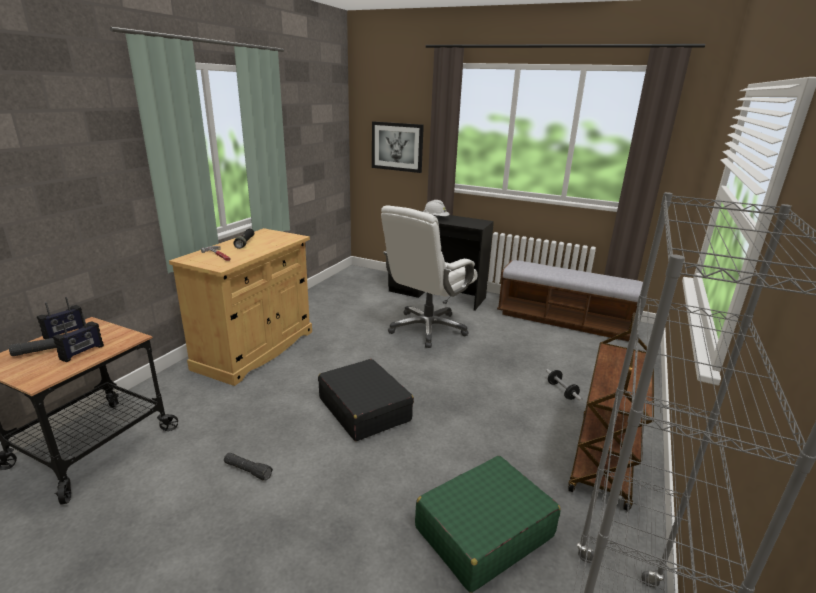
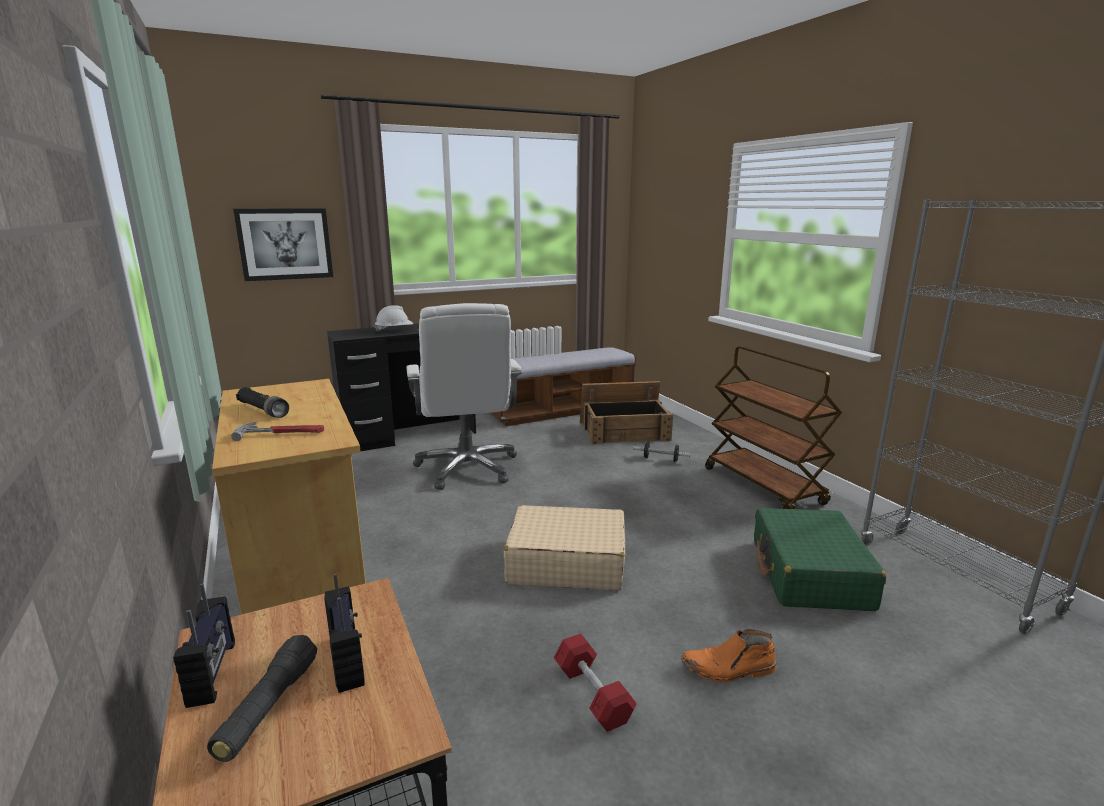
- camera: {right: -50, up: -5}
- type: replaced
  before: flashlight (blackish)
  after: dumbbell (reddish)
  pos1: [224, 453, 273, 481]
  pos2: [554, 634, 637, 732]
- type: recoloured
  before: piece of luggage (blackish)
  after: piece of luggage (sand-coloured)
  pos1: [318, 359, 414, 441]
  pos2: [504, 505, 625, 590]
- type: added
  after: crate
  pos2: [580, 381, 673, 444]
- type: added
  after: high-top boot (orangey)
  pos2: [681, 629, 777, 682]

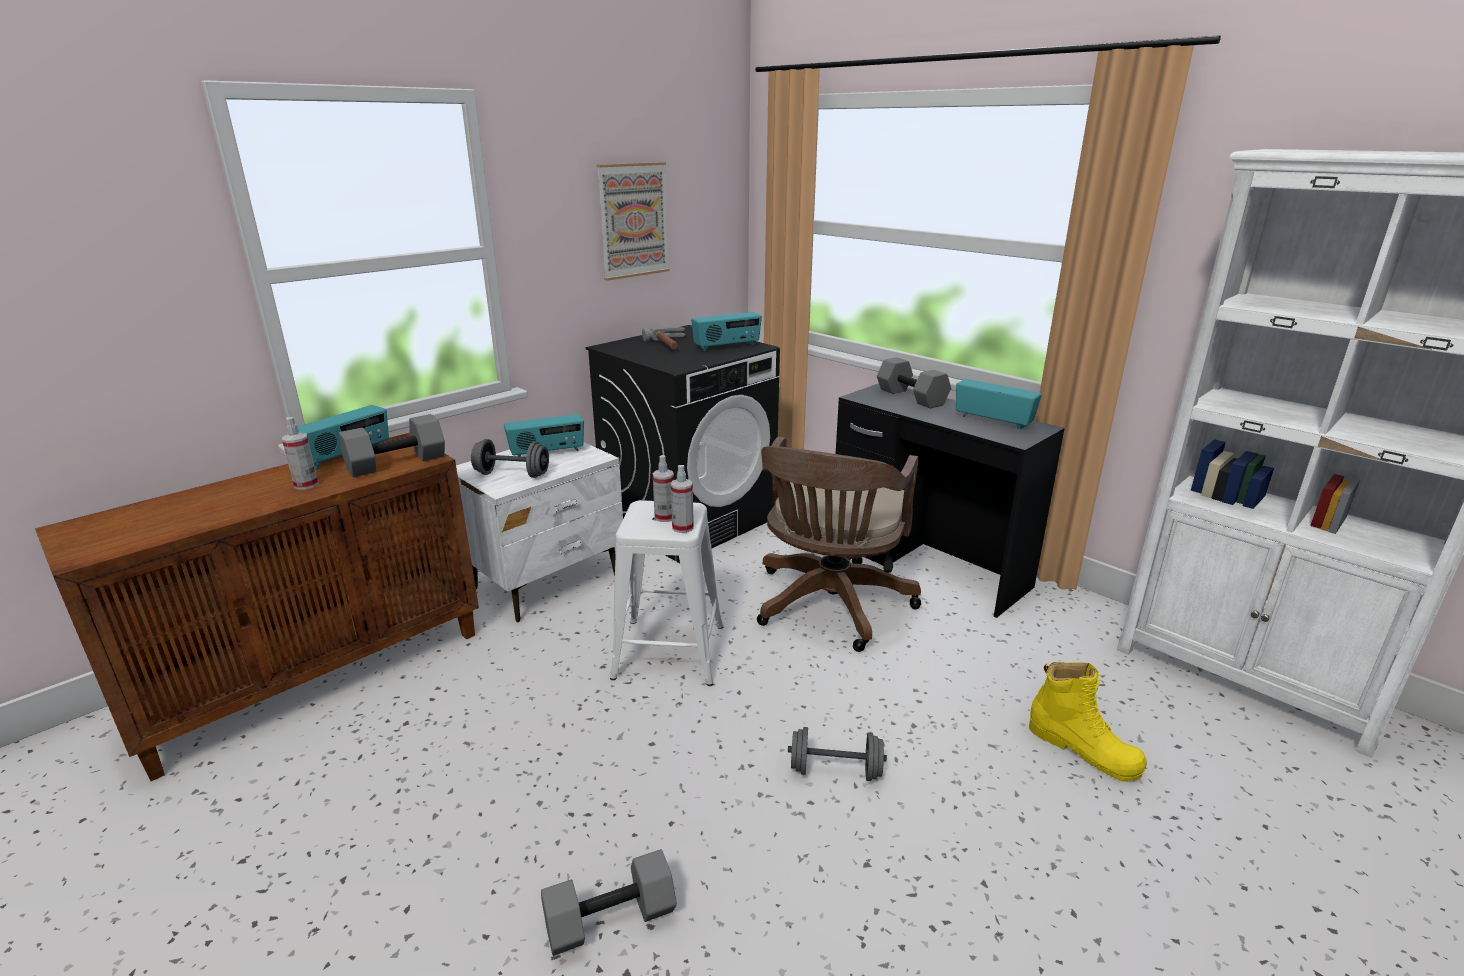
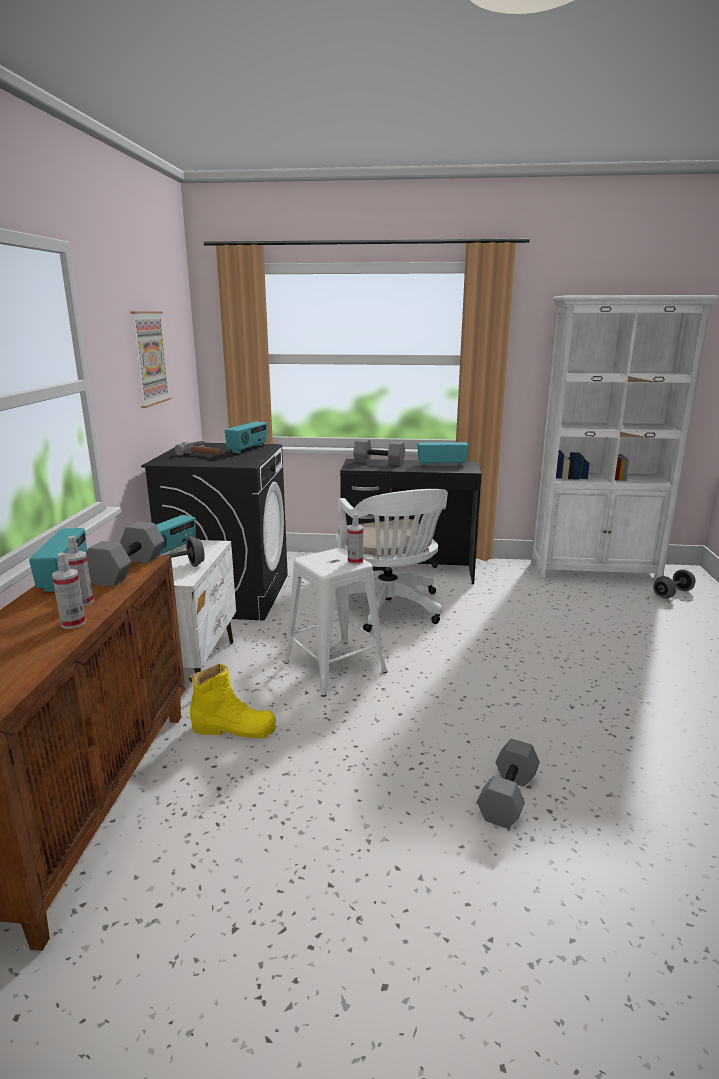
- camera: {right: -40, up: -5}
- type: moved
  before: hand sprayer
  pos1: [653, 455, 674, 522]
  pos2: [52, 553, 86, 629]
- type: recoloured
  before: computer chair (brown-coloured)
  after: computer chair (white)
  pos1: [757, 437, 921, 652]
  pos2: [335, 489, 448, 632]
- type: moved
  before: dumbbell (greyish)
  pos1: [788, 727, 887, 781]
  pos2: [653, 569, 696, 599]
- type: moved
  before: high-top boot (yellow-coloured)
  pos1: [1029, 662, 1147, 782]
  pos2: [189, 664, 276, 738]

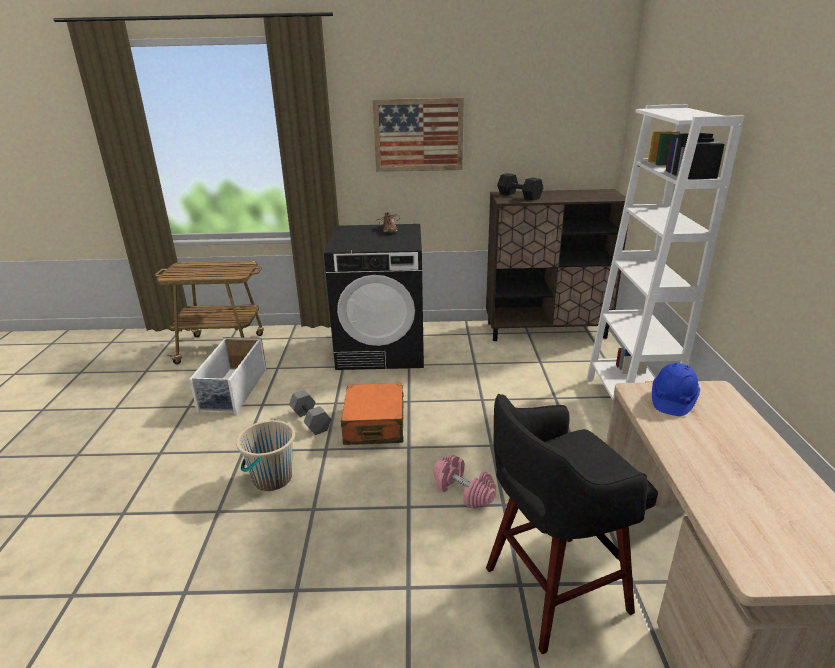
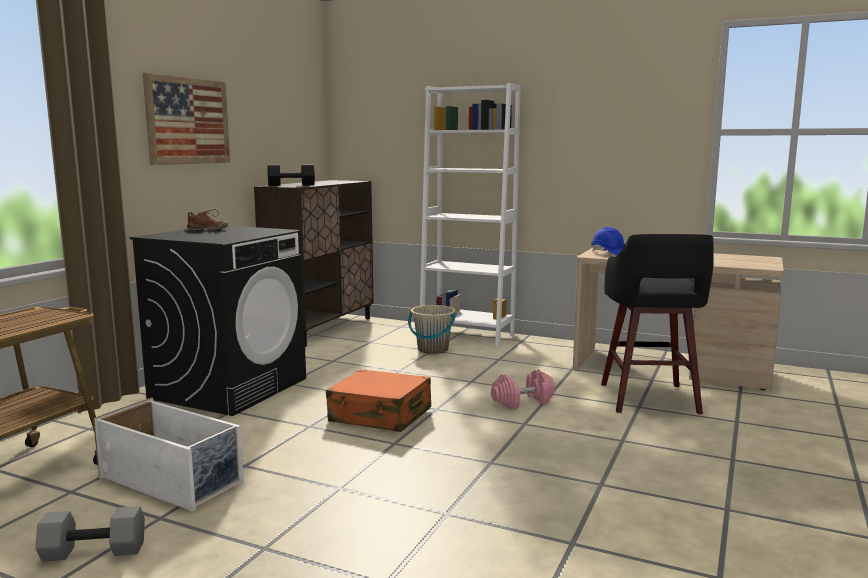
- camera: {right: -65, up: -15}
- type: moved
  before: bucket (sand-coloured)
  pos1: [236, 419, 295, 491]
  pos2: [408, 305, 457, 354]
- type: moved
  before: dumbbell (greyish)
  pos1: [289, 390, 331, 435]
  pos2: [35, 506, 145, 562]

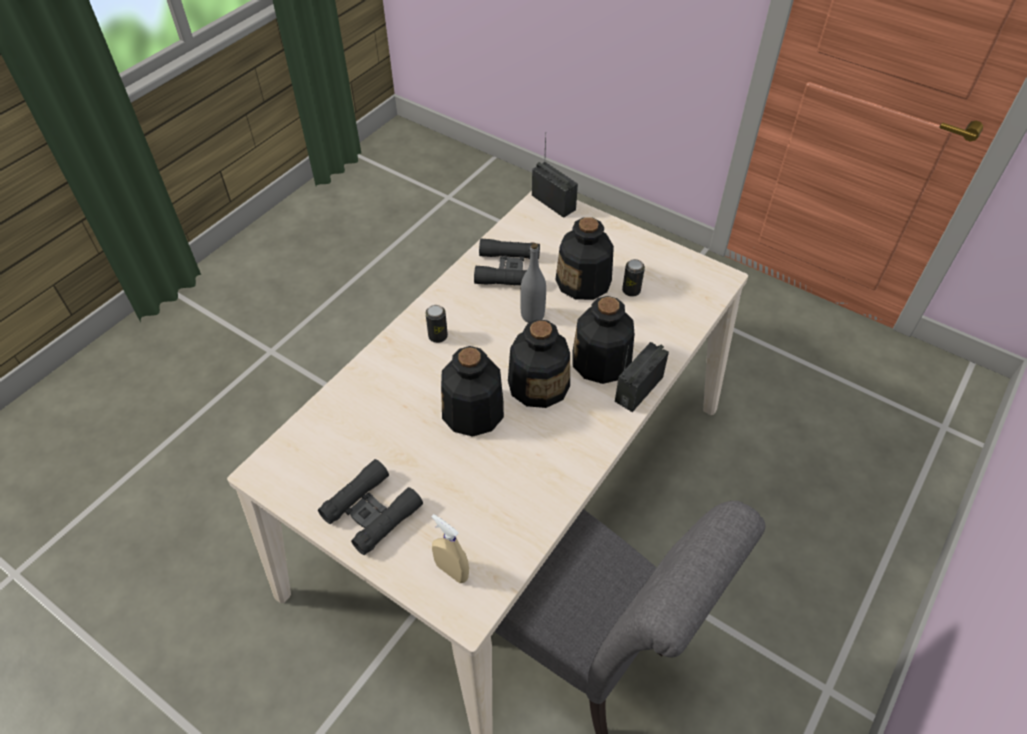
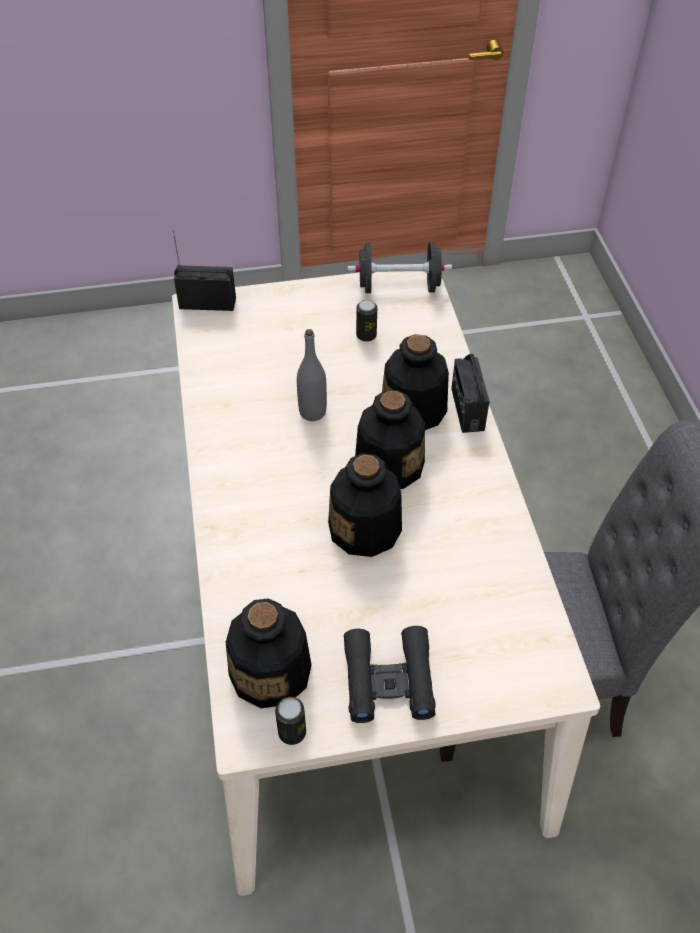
- camera: {right: -45, up: 0}
- type: moved
  before: metal can
  pos1: [426, 305, 448, 343]
  pos2: [275, 697, 306, 745]
- type: removed
  before: hand sprayer (sand-coloured)
  pos1: [431, 514, 469, 583]
- type: removed
  before: pair of binoculars (blackish)
  pos1: [474, 239, 540, 285]
- type: moved
  before: beverage bottle
  pos1: [555, 217, 614, 300]
  pos2: [226, 598, 312, 708]
- type: added
  after: dumbbell (blackish)
  pos2: [348, 242, 452, 293]

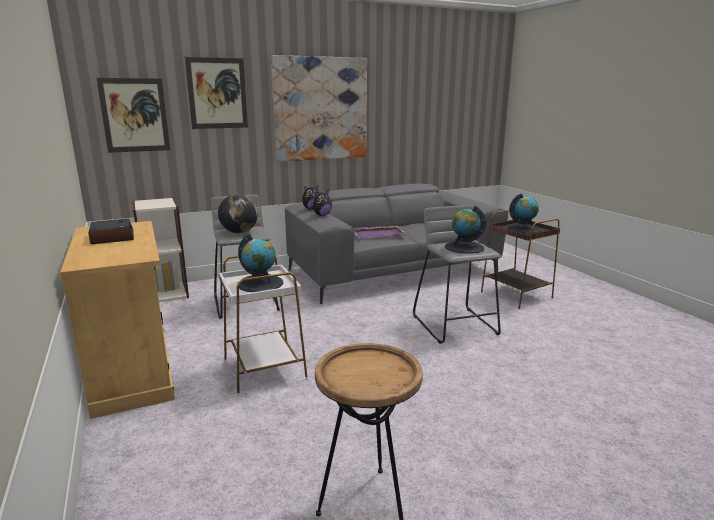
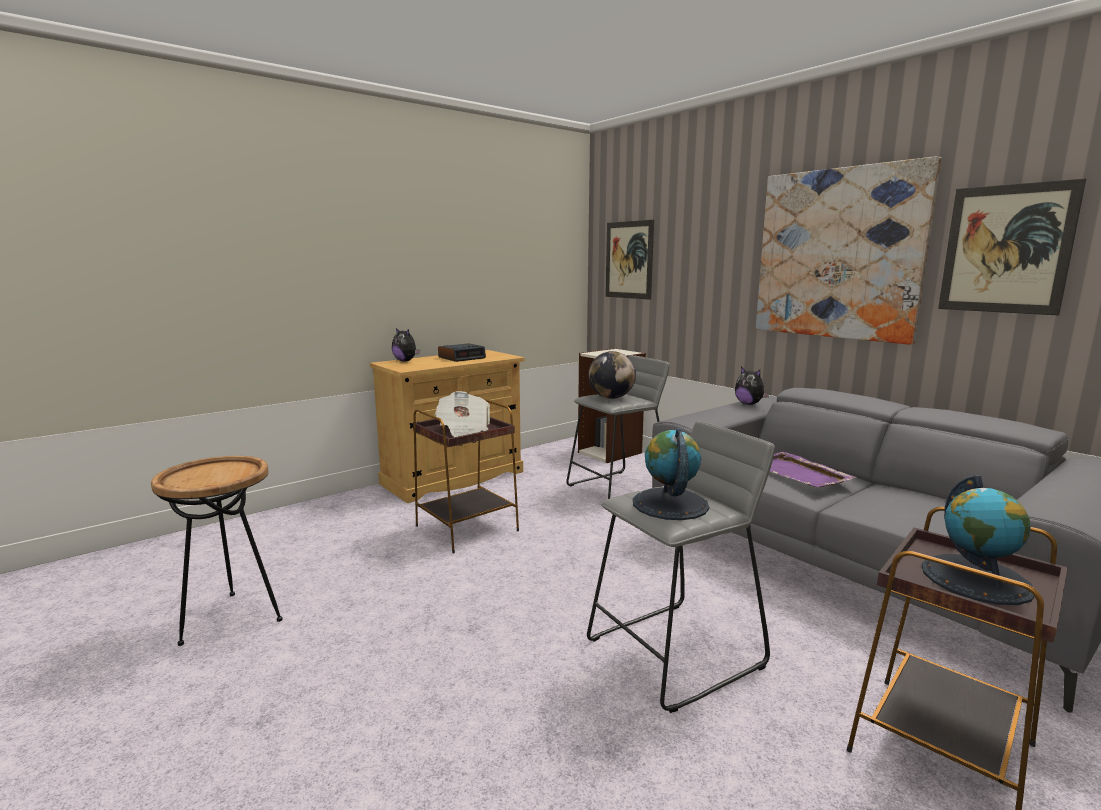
- camera: {right: 75, up: -5}
- type: moved
  before: wall art
  pos1: [185, 57, 248, 129]
  pos2: [938, 179, 1086, 316]
- type: recoloured
  before: accent table (white)
  after: accent table (brown-coloured)
  pos1: [219, 256, 308, 396]
  pos2: [413, 398, 519, 553]
- type: replaced
  before: globe
  after: daily paper
  pos1: [237, 234, 283, 292]
  pos2: [435, 391, 490, 437]
- type: moved
  before: plush toy
  pos1: [311, 190, 332, 216]
  pos2: [392, 328, 420, 362]

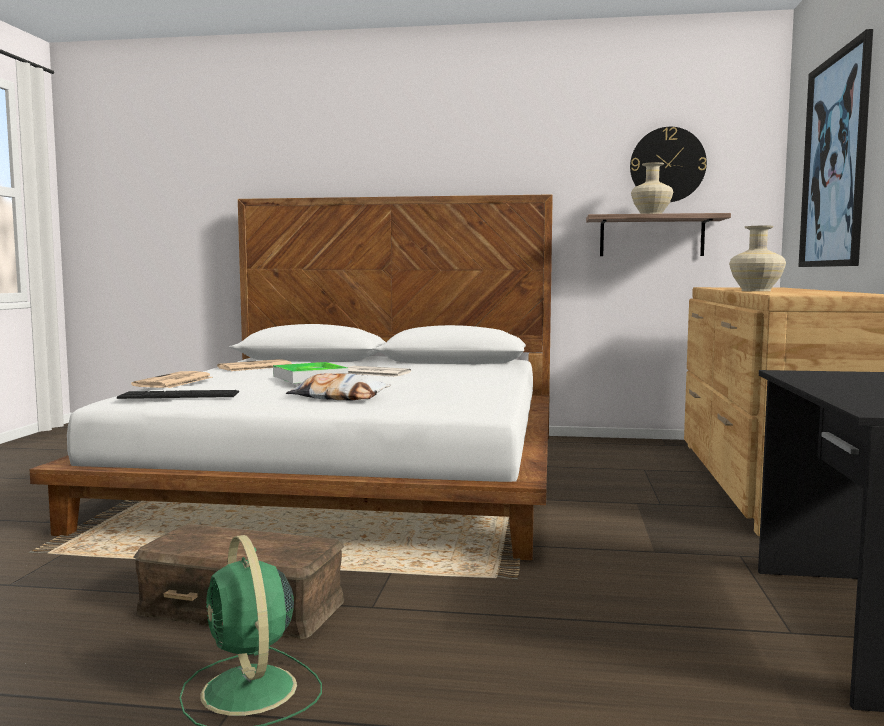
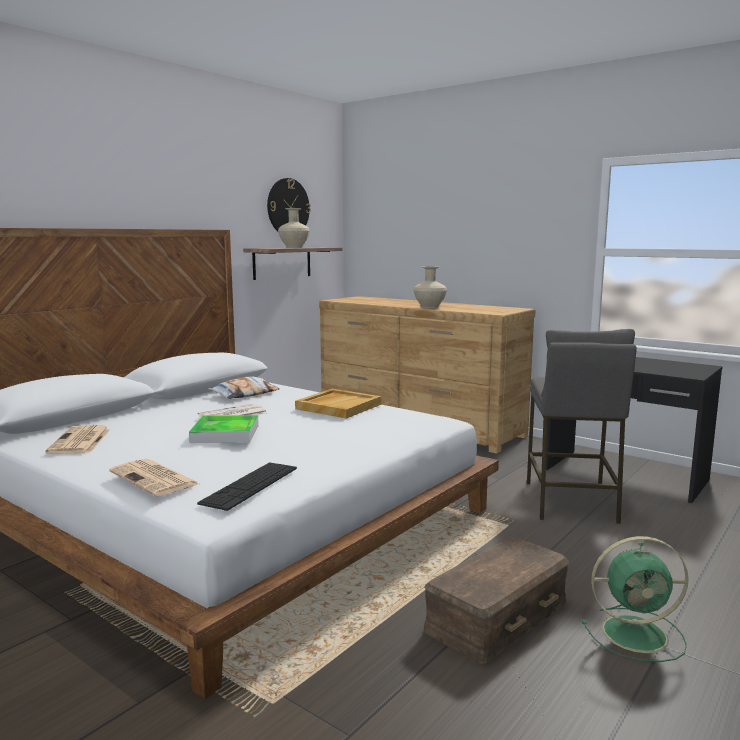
- camera: {right: -60, up: 5}
- type: moved
  before: throw pillow
  pos1: [286, 373, 390, 400]
  pos2: [208, 377, 279, 399]
- type: removed
  before: wall art
  pos1: [798, 29, 873, 267]
- type: added
  after: tray (sand-coloured)
  pos2: [295, 389, 381, 419]
- type: added
  after: sitting stool (greyish)
  pos2: [527, 329, 637, 524]

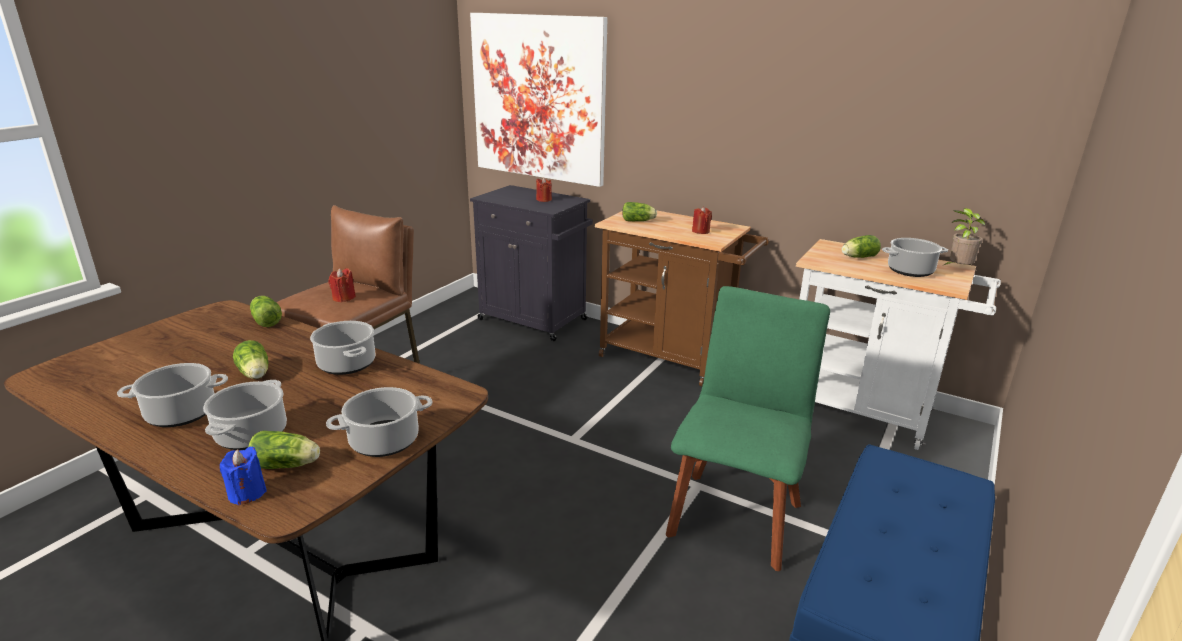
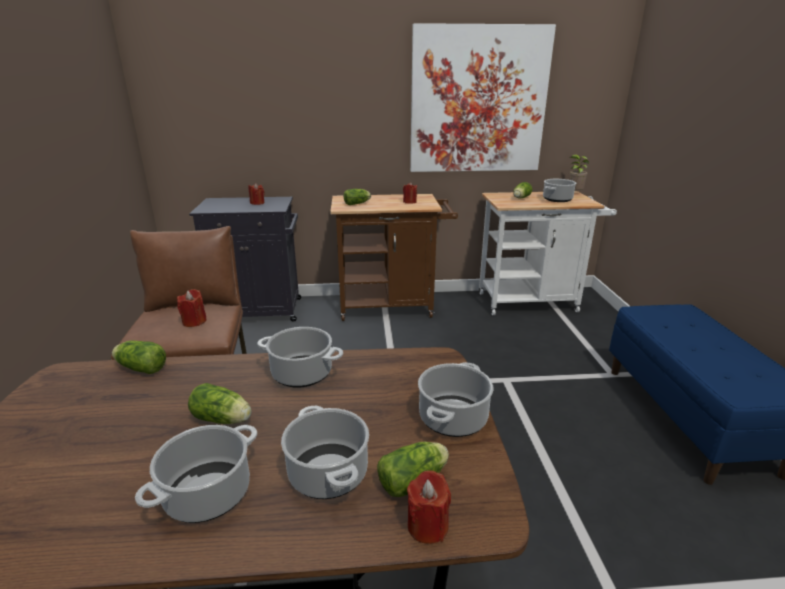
- camera: {right: -35, up: 0}
- type: recoloured
  before: candle (blue)
  after: candle (reddish)
  pos1: [220, 446, 267, 505]
  pos2: [407, 470, 451, 544]
- type: moved
  before: wall art
  pos1: [470, 13, 607, 187]
  pos2: [410, 23, 556, 172]
- type: removed
  before: chair (green)
  pos1: [666, 286, 830, 571]

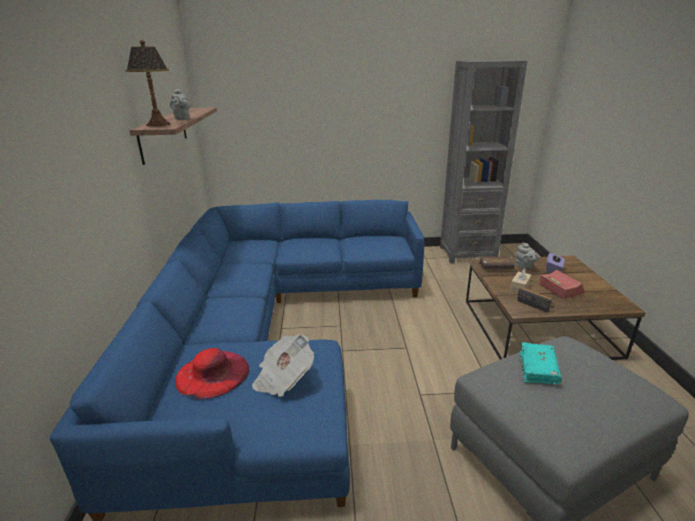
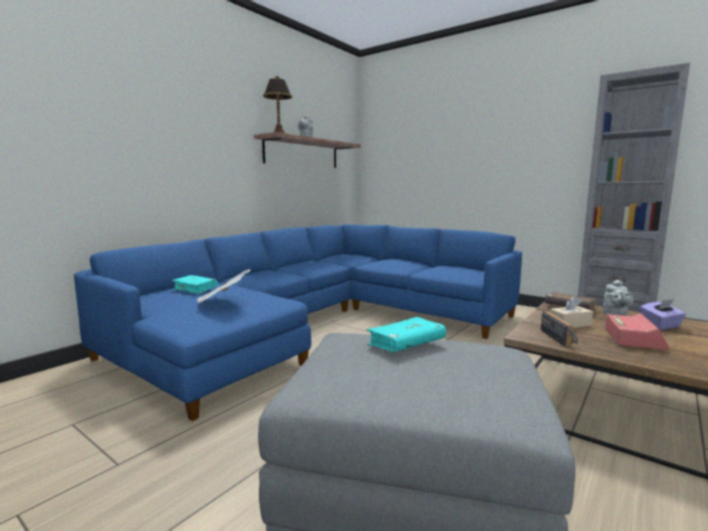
- camera: {right: 40, up: -15}
- type: replaced
  before: hat (reddish)
  after: book (turquoise)
  pos1: [175, 348, 249, 399]
  pos2: [172, 275, 218, 294]

